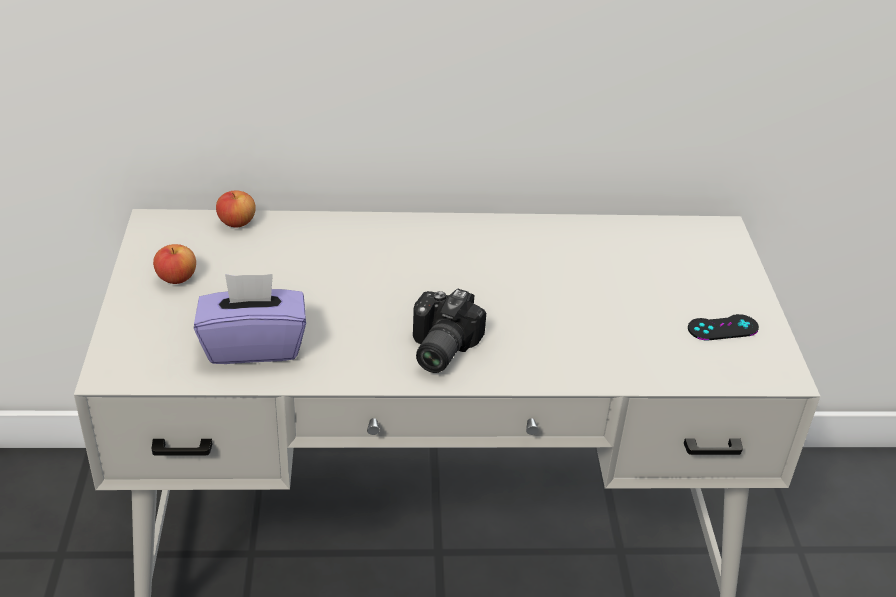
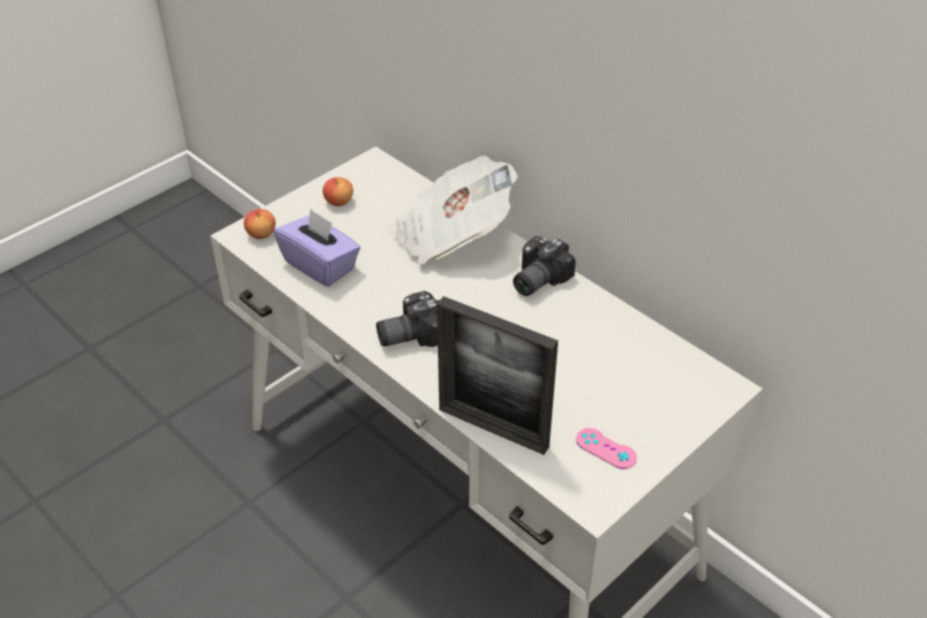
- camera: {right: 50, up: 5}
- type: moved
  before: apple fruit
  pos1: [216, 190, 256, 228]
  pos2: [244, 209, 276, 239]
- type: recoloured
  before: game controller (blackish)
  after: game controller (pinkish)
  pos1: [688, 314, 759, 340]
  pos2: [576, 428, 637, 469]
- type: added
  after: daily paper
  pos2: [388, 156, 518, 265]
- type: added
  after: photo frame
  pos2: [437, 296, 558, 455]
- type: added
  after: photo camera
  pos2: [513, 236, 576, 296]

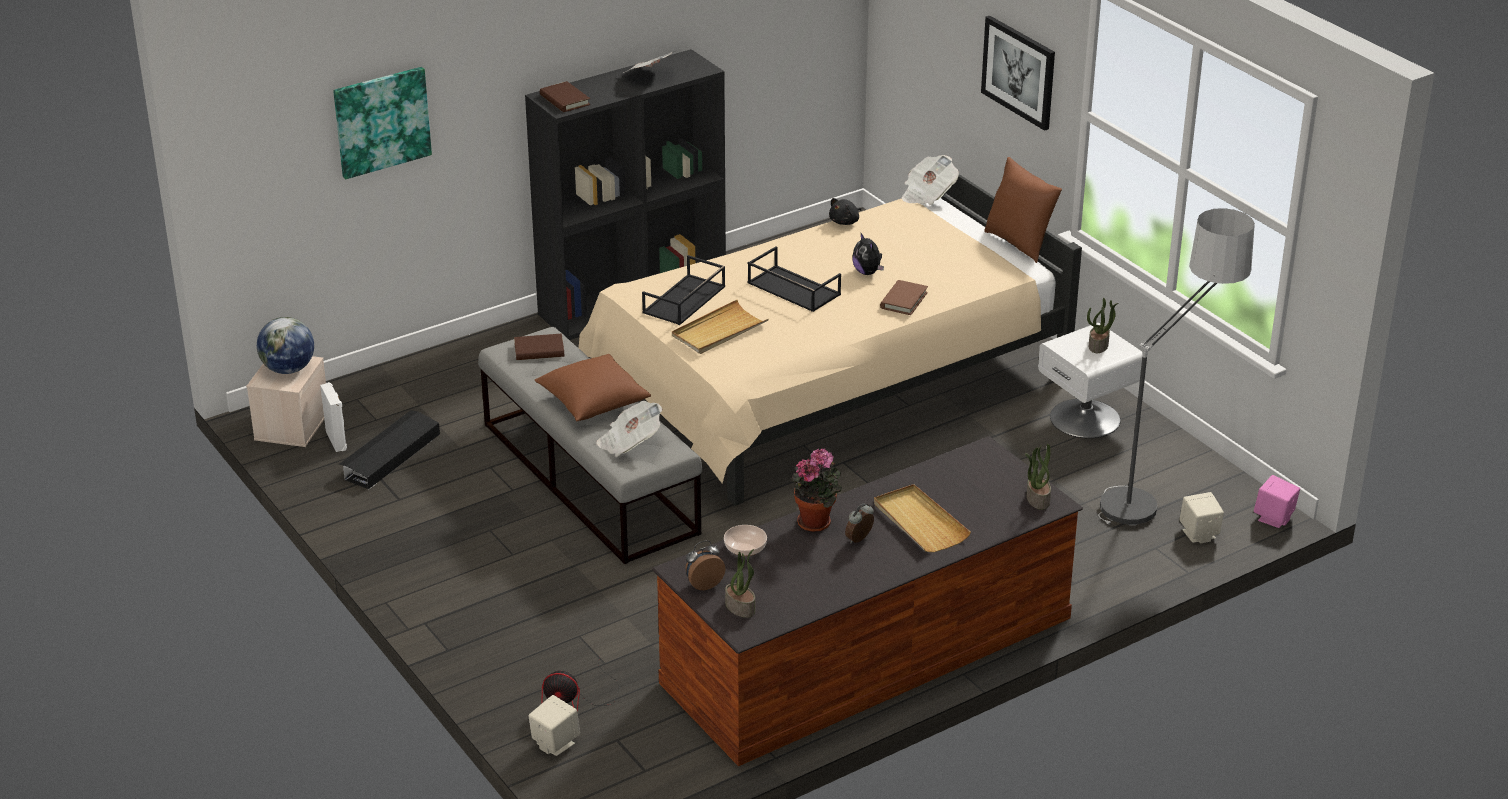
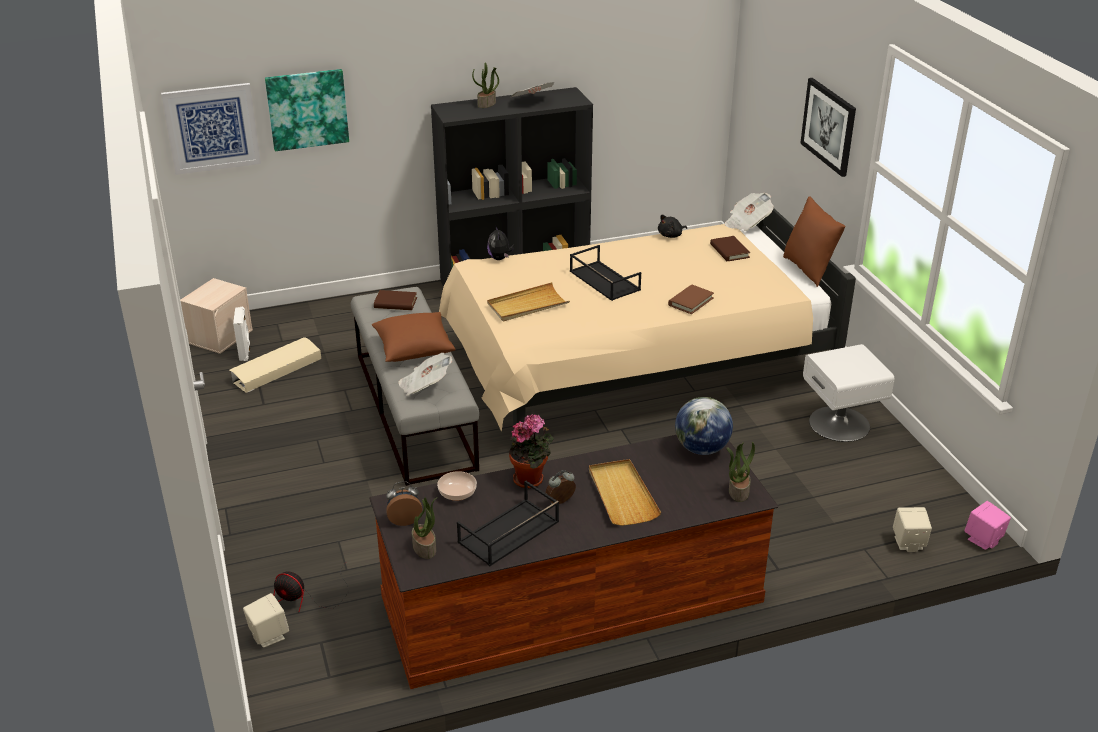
- camera: {right: 15, up: 0}
- type: moved
  before: globe
  pos1: [257, 317, 314, 374]
  pos2: [675, 397, 733, 455]
- type: recoloured
  before: storage box (blackish)
  after: storage box (sand-coloured)
  pos1: [338, 410, 440, 489]
  pos2: [229, 337, 321, 393]
- type: moved
  before: book (brown-coloured)
  pos1: [540, 81, 590, 112]
  pos2: [710, 236, 750, 261]
- type: moved
  before: tray (blackish)
  pos1: [642, 255, 725, 325]
  pos2: [457, 481, 559, 566]
- type: moved
  before: plush toy
  pos1: [852, 232, 884, 275]
  pos2: [487, 225, 515, 260]
- type: moved
  before: houseplant
  pos1: [1087, 298, 1118, 353]
  pos2: [472, 63, 499, 108]
- type: removed
  before: floor lamp
  pos1: [1099, 208, 1255, 526]
- type: added
  after: wall art
  pos2: [161, 83, 261, 175]

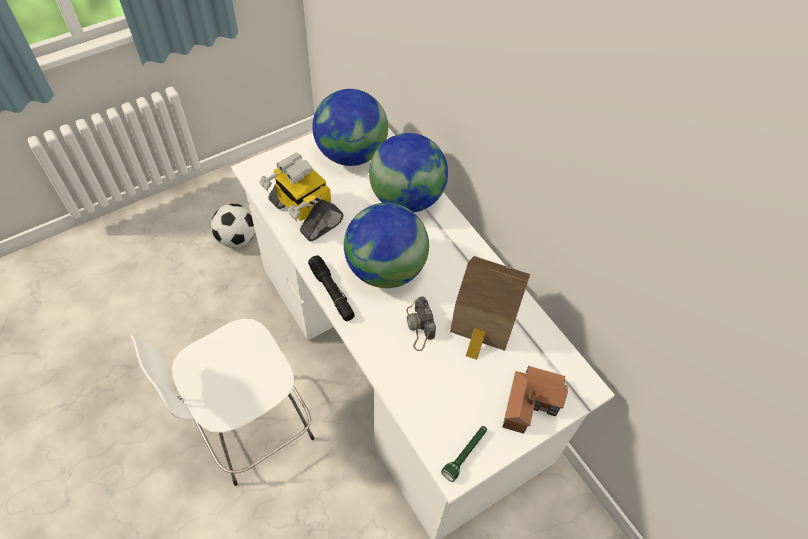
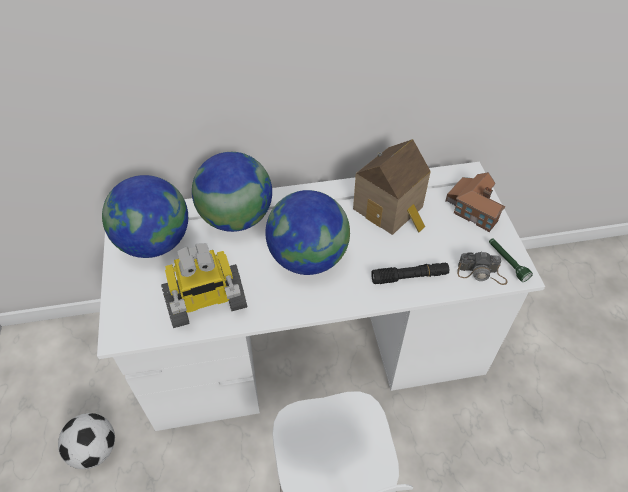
- camera: {right: -65, up: -5}
- type: moved
  before: flashlight (blackish)
  pos1: [308, 255, 355, 321]
  pos2: [371, 263, 449, 284]
- type: moved
  before: photo camera
  pos1: [406, 296, 436, 351]
  pos2: [457, 251, 507, 285]

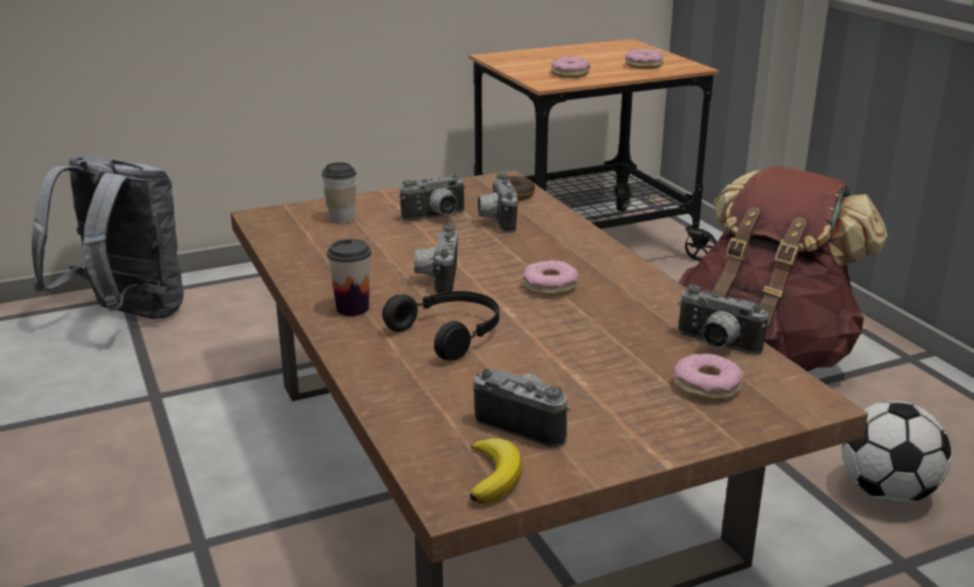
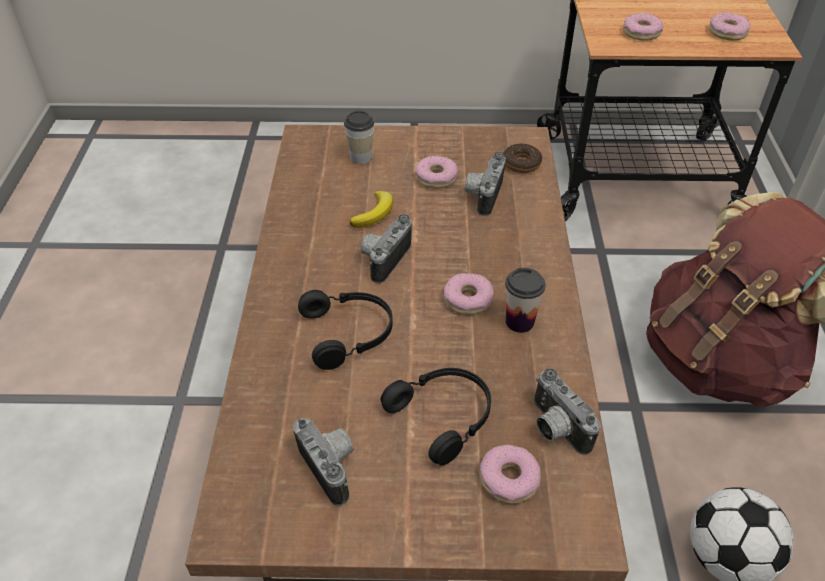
- camera: {right: 25, up: 20}
- type: removed
  before: backpack (greyish)
  pos1: [32, 155, 184, 319]
- type: moved
  before: cup
  pos1: [327, 239, 371, 316]
  pos2: [505, 268, 545, 333]
- type: replaced
  before: photo camera
  after: donut
  pos1: [400, 174, 466, 221]
  pos2: [415, 156, 458, 188]
- type: moved
  before: whole banana
  pos1: [470, 438, 522, 504]
  pos2: [349, 191, 393, 228]
- type: added
  after: headset (blackish)
  pos2: [381, 368, 491, 465]

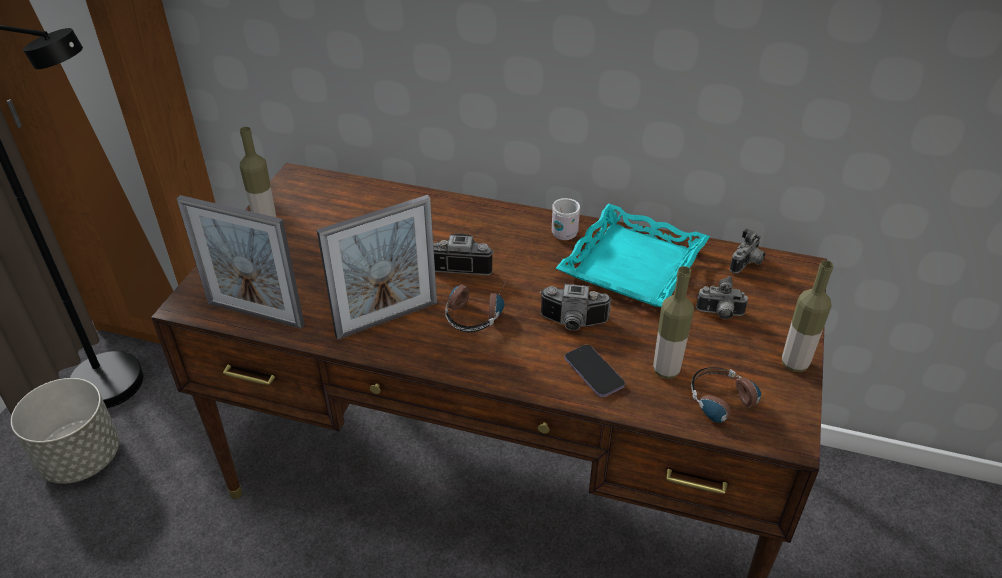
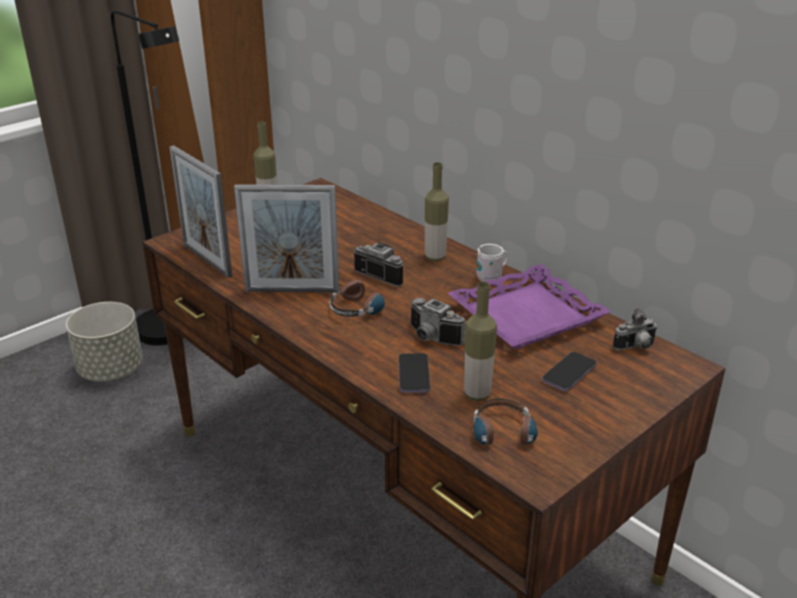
- camera: {right: 30, up: -10}
- type: recoloured
  before: tray (turquoise)
  after: tray (purple-coloured)
  pos1: [556, 204, 710, 307]
  pos2: [448, 264, 611, 349]
- type: replaced
  before: photo camera
  after: phone
  pos1: [696, 276, 748, 319]
  pos2: [542, 352, 597, 391]
- type: moved
  before: beverage bottle
  pos1: [782, 260, 834, 372]
  pos2: [425, 162, 449, 261]

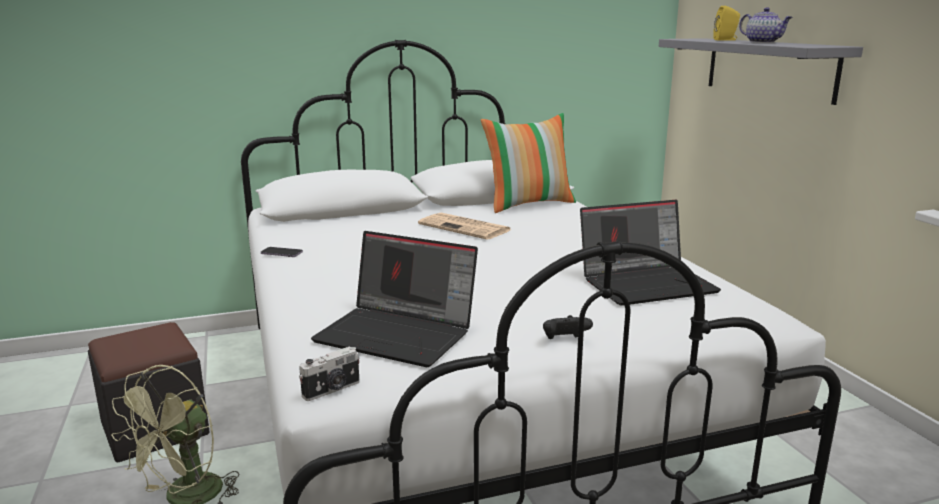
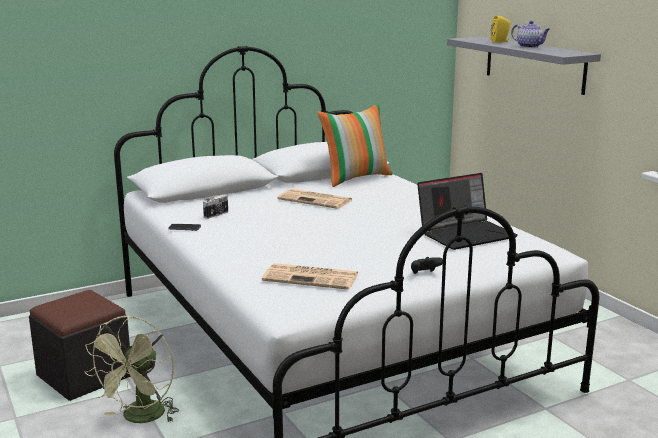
- camera: {right: -10, up: 0}
- type: moved
  before: photo camera
  pos1: [299, 346, 360, 401]
  pos2: [203, 195, 228, 219]
- type: replaced
  before: portable computer
  after: daily paper
  pos1: [311, 231, 478, 367]
  pos2: [262, 263, 359, 290]

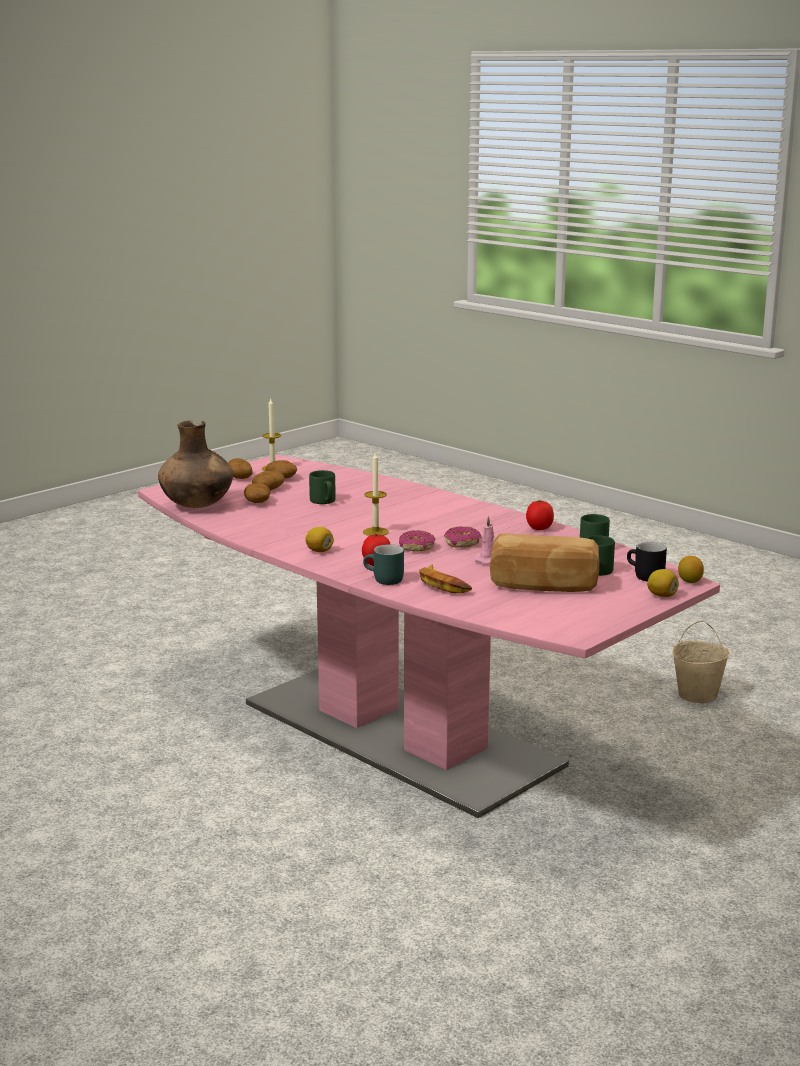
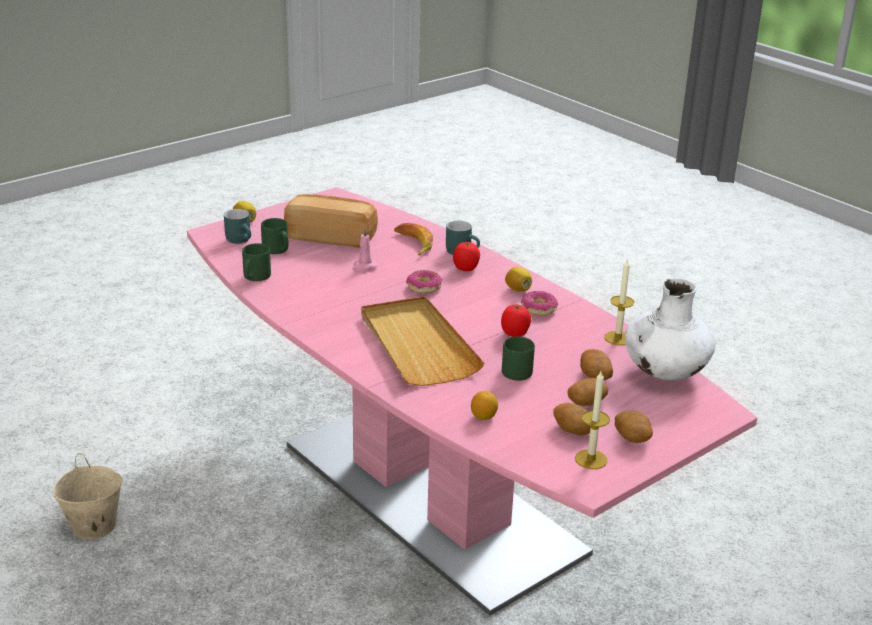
- camera: {right: -175, up: 10}
- type: recoloured
  before: decorative vase (brown-coloured)
  after: decorative vase (white)
  pos1: [158, 420, 233, 508]
  pos2: [625, 278, 715, 381]
- type: moved
  before: candle
  pos1: [363, 452, 389, 536]
  pos2: [604, 258, 634, 345]
- type: moved
  before: donut
  pos1: [444, 526, 481, 548]
  pos2: [521, 291, 558, 316]
- type: moved
  before: whole tomato
  pos1: [526, 500, 554, 530]
  pos2: [501, 305, 531, 337]
- type: recoloured
  before: tea mug (blackish)
  after: tea mug (turquoise)
  pos1: [627, 542, 667, 582]
  pos2: [224, 209, 251, 244]
- type: moved
  before: lemon
  pos1: [678, 556, 704, 583]
  pos2: [471, 391, 498, 420]
- type: added
  after: tray (sand-coloured)
  pos2: [361, 296, 484, 386]

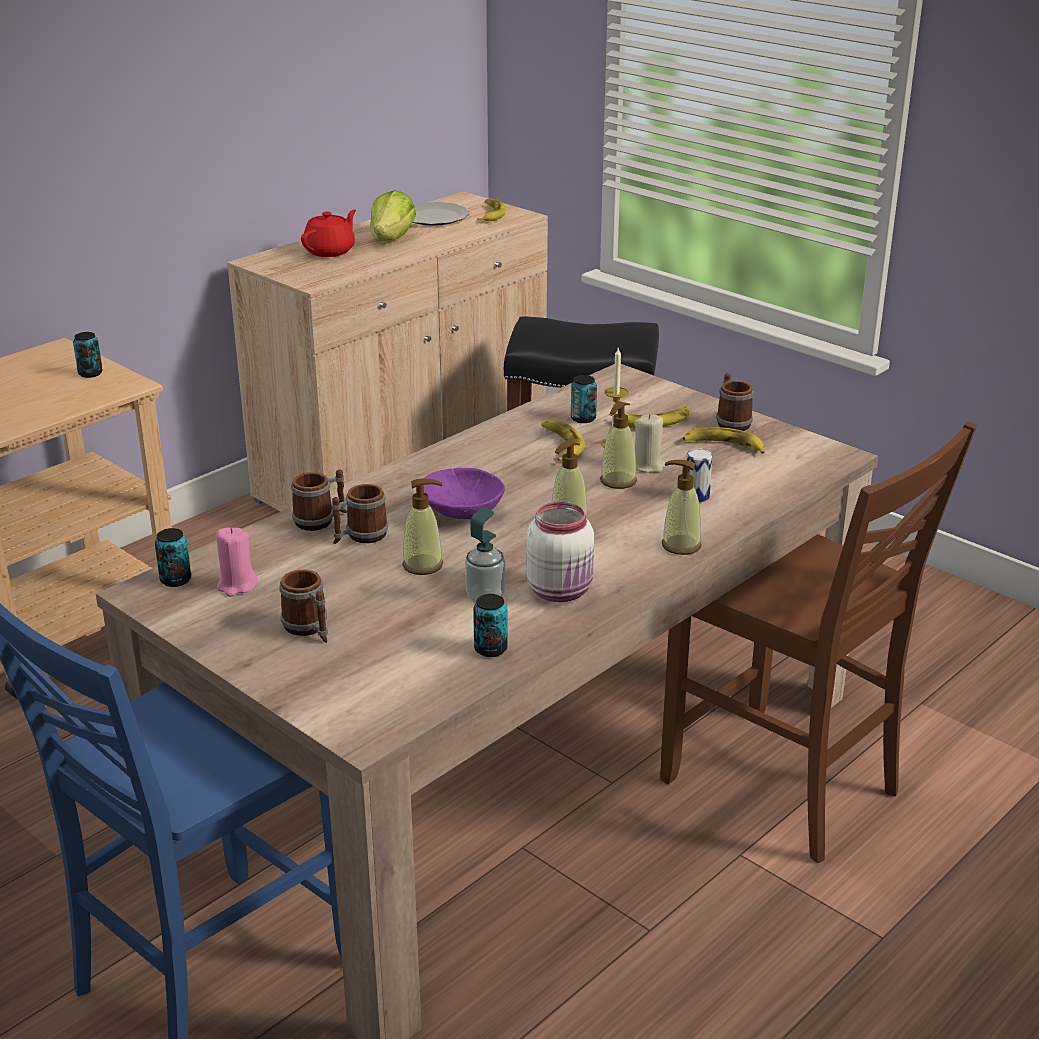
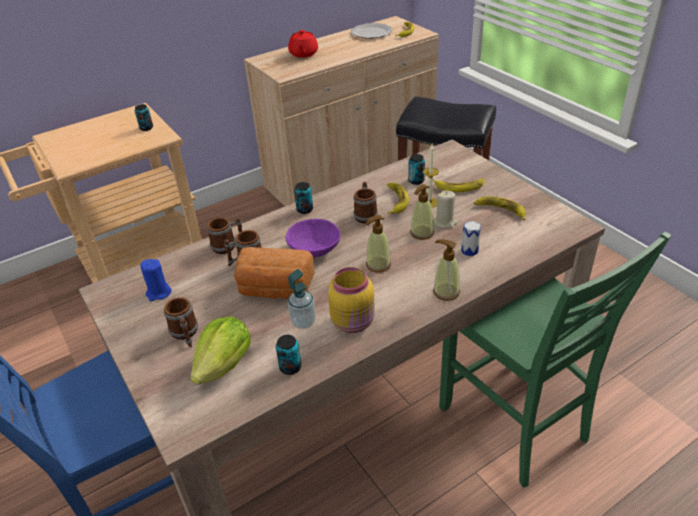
- camera: {right: 15, up: 10}
- type: moved
  before: metal can
  pos1: [155, 528, 191, 587]
  pos2: [294, 182, 313, 214]
- type: recoloured
  before: candle (pinkish)
  after: candle (blue)
  pos1: [216, 527, 258, 597]
  pos2: [140, 259, 172, 302]
- type: turned
  before: tea pot (reddish)
  pos1: [301, 209, 356, 257]
  pos2: [288, 30, 318, 58]
  turn: 135
- type: moved
  before: lettuce head
  pos1: [370, 190, 416, 241]
  pos2: [190, 316, 251, 385]
- type: replaced
  before: soap bottle
  after: bakery bread
  pos1: [402, 479, 443, 575]
  pos2: [234, 247, 315, 299]
- type: recoloured
  before: storage jar (white)
  after: storage jar (yellow-coloured)
  pos1: [526, 502, 594, 602]
  pos2: [328, 267, 375, 333]
- type: recoloured
  before: chair (brown-coloured)
  after: chair (green)
  pos1: [660, 421, 977, 863]
  pos2: [439, 231, 671, 488]
- type: moved
  before: tea mug
  pos1: [716, 373, 754, 431]
  pos2: [353, 182, 378, 223]

